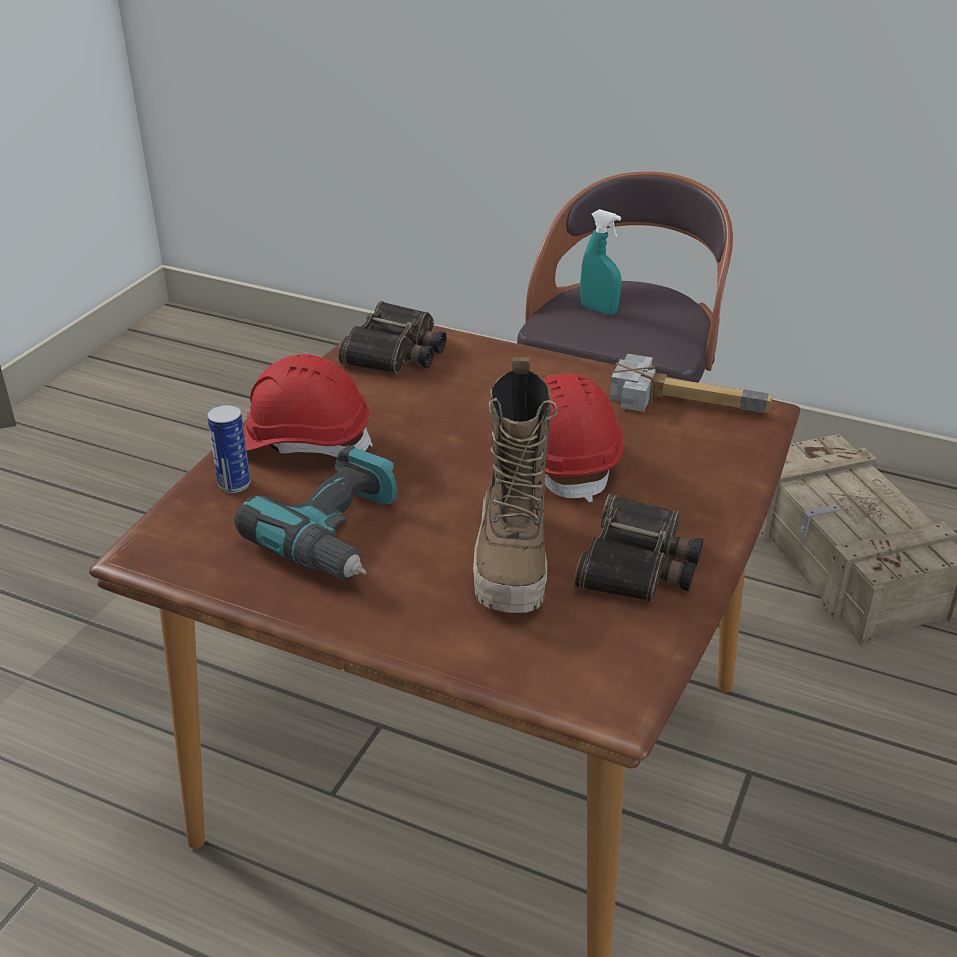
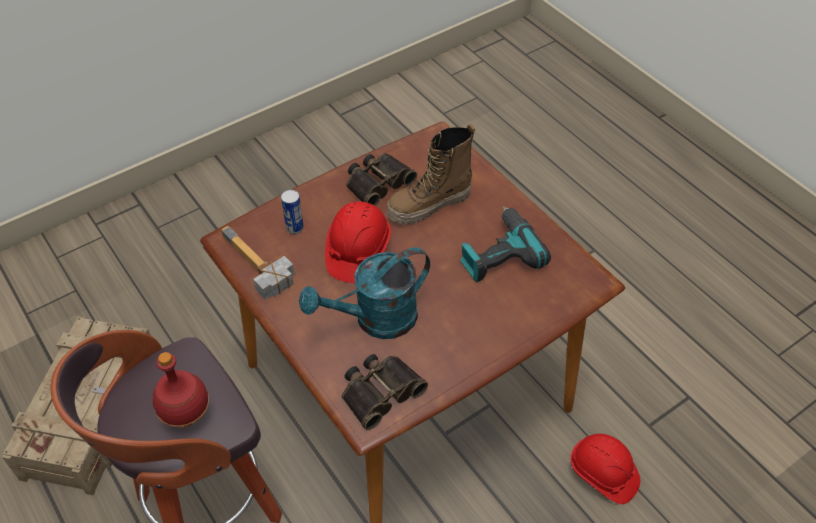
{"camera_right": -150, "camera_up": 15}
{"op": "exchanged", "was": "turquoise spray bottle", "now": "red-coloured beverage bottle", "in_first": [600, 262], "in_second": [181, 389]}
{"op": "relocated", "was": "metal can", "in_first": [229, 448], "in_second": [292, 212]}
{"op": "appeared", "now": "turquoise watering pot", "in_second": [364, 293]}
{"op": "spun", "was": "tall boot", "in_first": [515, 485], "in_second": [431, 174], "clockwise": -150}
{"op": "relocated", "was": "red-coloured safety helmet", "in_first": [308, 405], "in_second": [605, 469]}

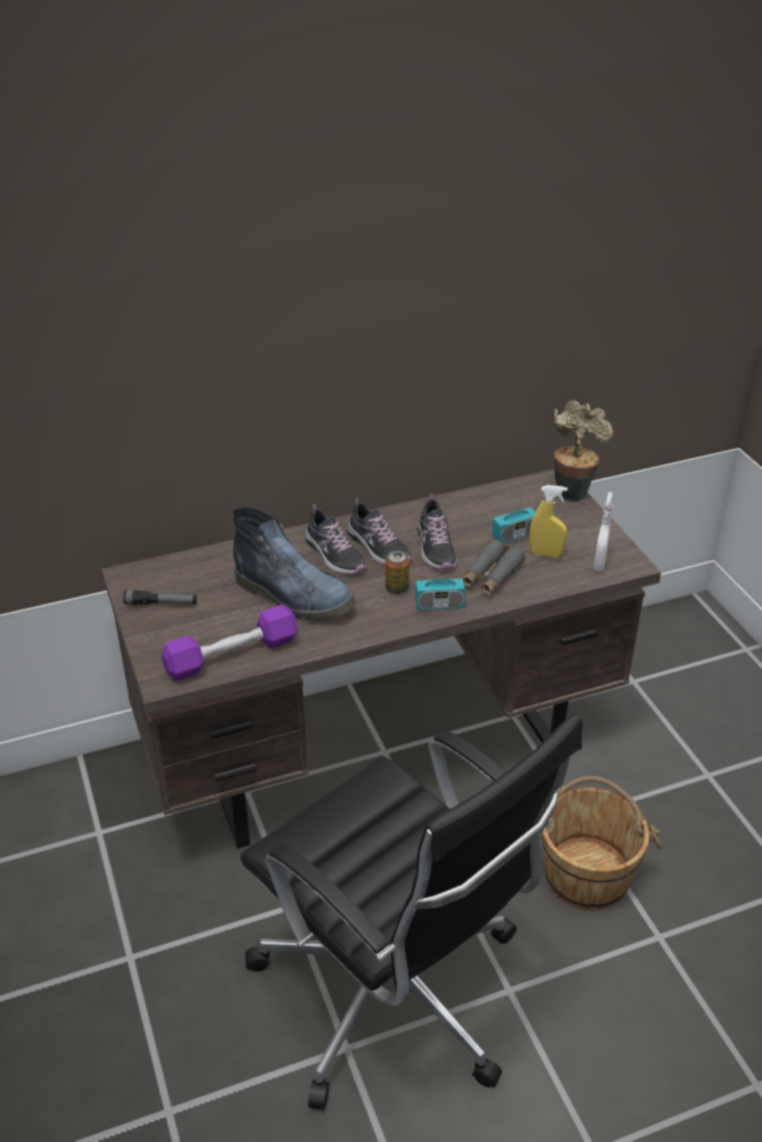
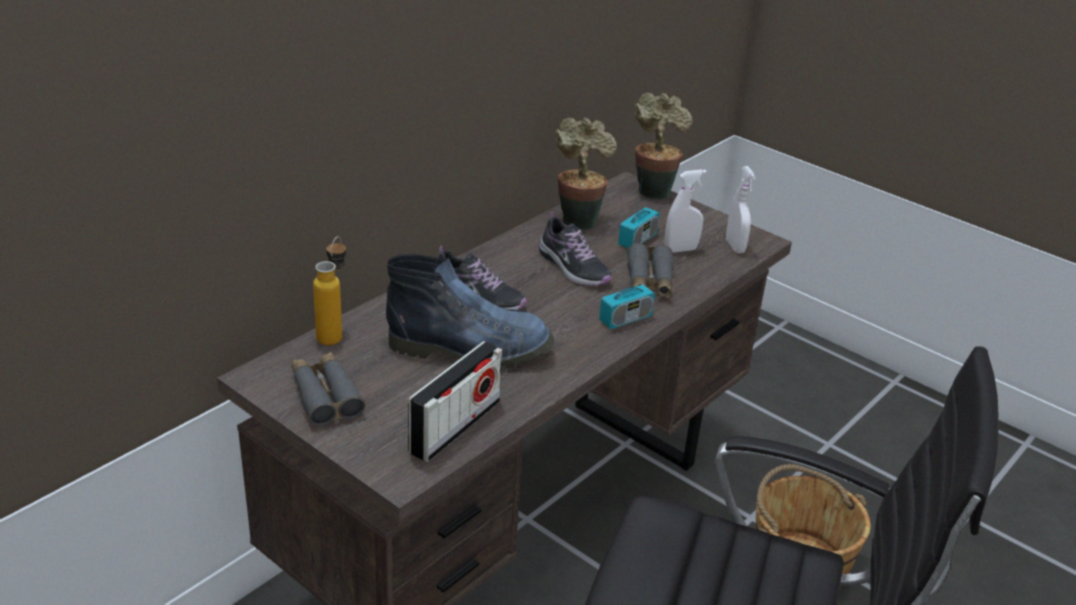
{"camera_right": -30, "camera_up": -5}
{"op": "exchanged", "was": "hand torch", "now": "grey binoculars", "in_first": [160, 597], "in_second": [328, 389]}
{"op": "appeared", "now": "beverage bottle", "in_second": [329, 291]}
{"op": "exchanged", "was": "purple-coloured dumbbell", "now": "radio", "in_first": [230, 643], "in_second": [455, 401]}
{"op": "appeared", "now": "potted plant", "in_second": [586, 174]}
{"op": "colour", "was": "yellowish spray bottle", "now": "white-coloured spray bottle", "in_first": [548, 521], "in_second": [685, 211]}
{"op": "missing", "was": "shoe", "in_first": [380, 531]}
{"op": "missing", "was": "metal can", "in_first": [397, 572]}

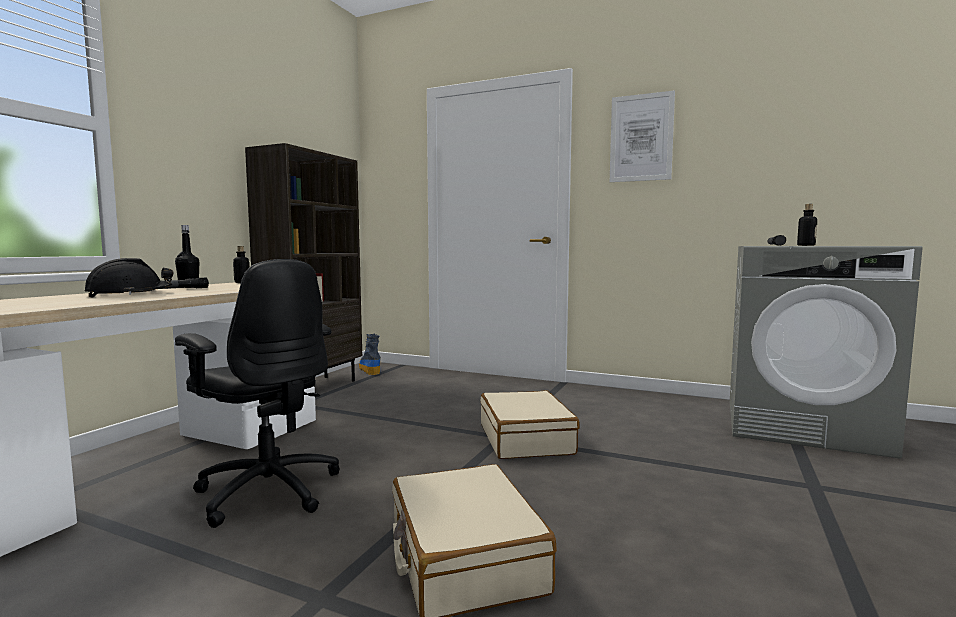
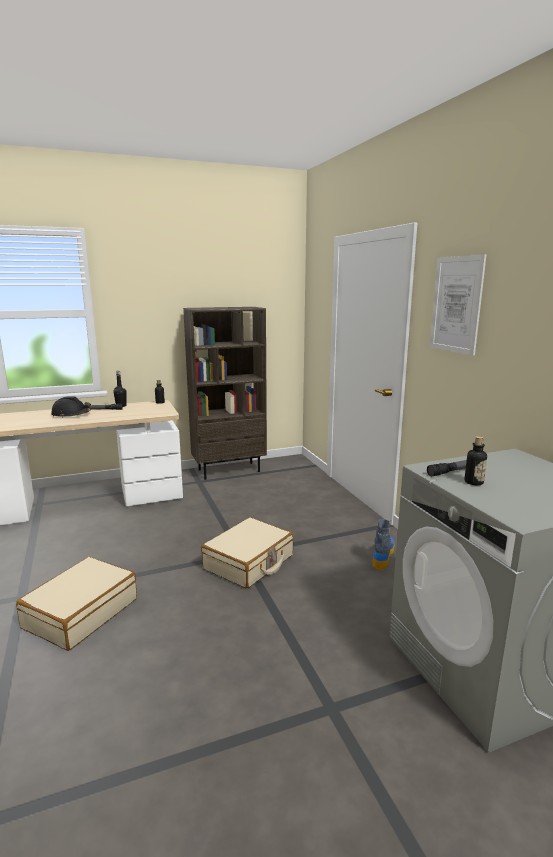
{"camera_right": 45, "camera_up": 10}
{"op": "relocated", "was": "tall boot", "in_first": [370, 354], "in_second": [383, 544]}
{"op": "missing", "was": "black desk chair", "in_first": [257, 393]}

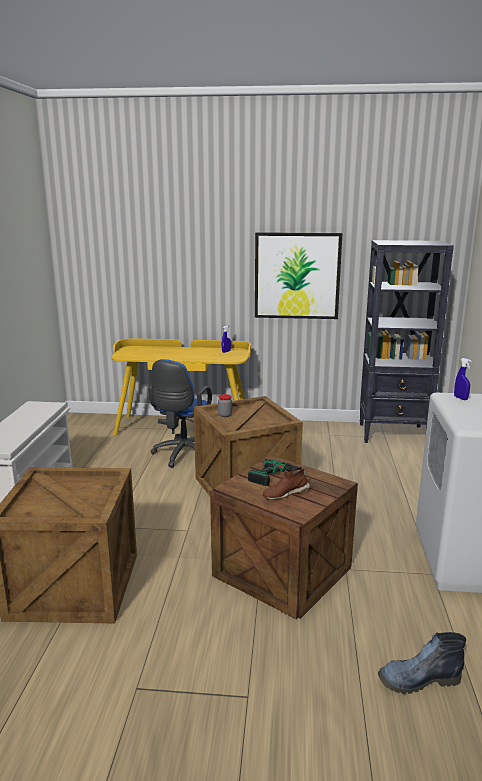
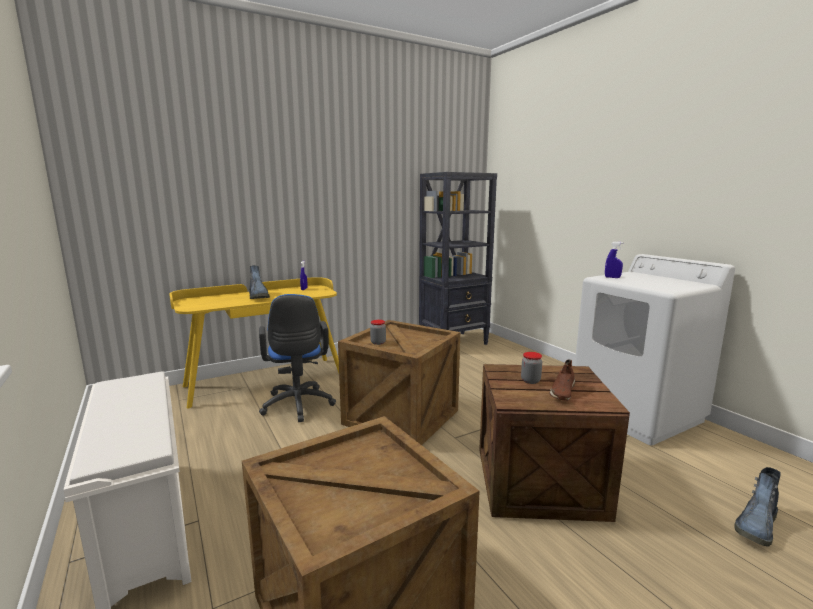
{"camera_right": -35, "camera_up": -5}
{"op": "appeared", "now": "tall boot", "in_second": [259, 282]}
{"op": "exchanged", "was": "power drill", "now": "jar", "in_first": [278, 472], "in_second": [531, 368]}
{"op": "missing", "was": "wall picture", "in_first": [299, 275]}

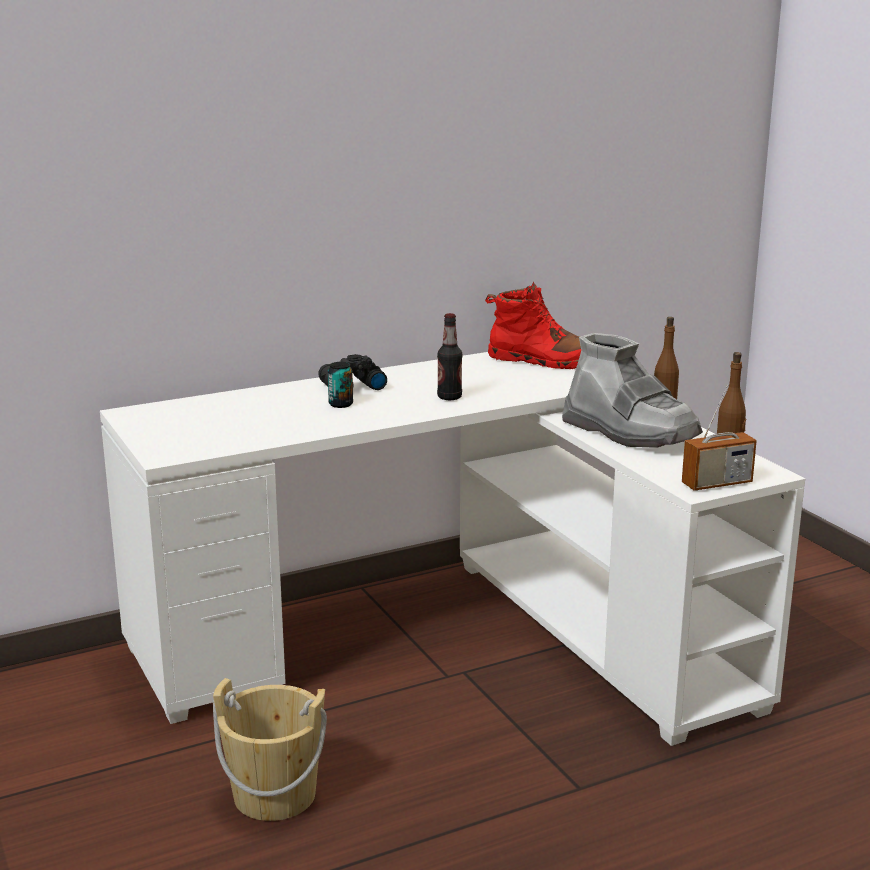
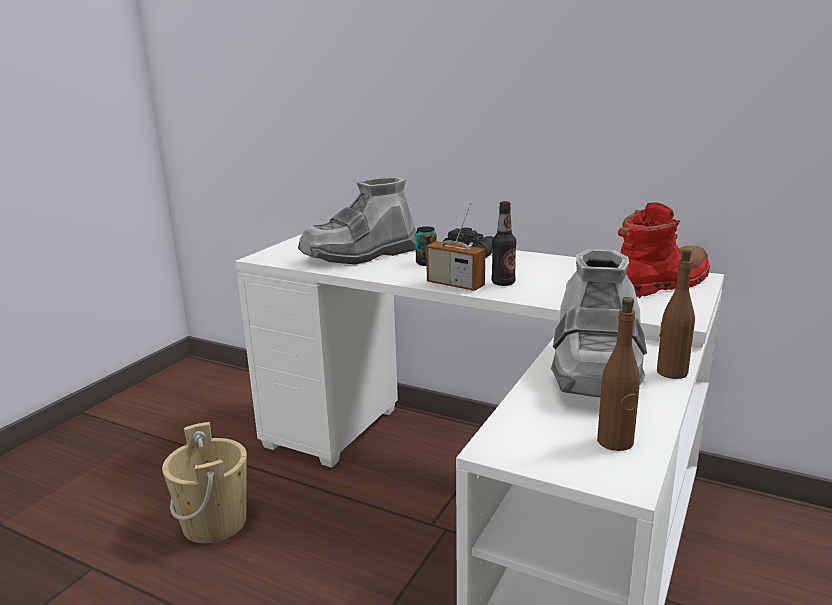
{"camera_right": 55, "camera_up": 0}
{"op": "appeared", "now": "grey tall boot", "in_second": [357, 220]}
{"op": "relocated", "was": "radio", "in_first": [719, 438], "in_second": [455, 247]}
{"op": "spun", "was": "red-coloured tall boot", "in_first": [533, 325], "in_second": [664, 250], "clockwise": -105}

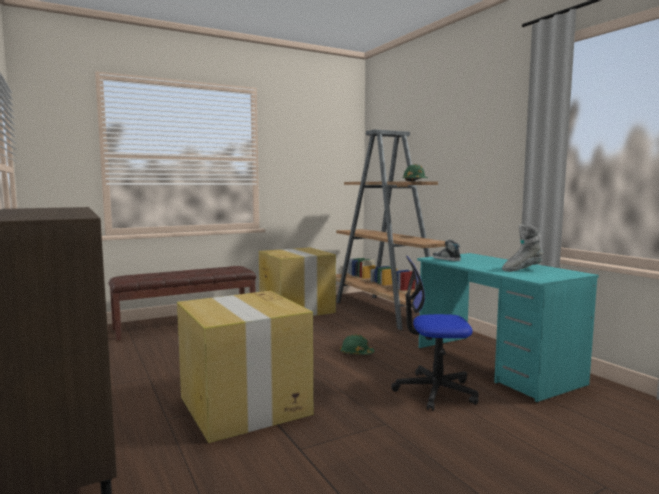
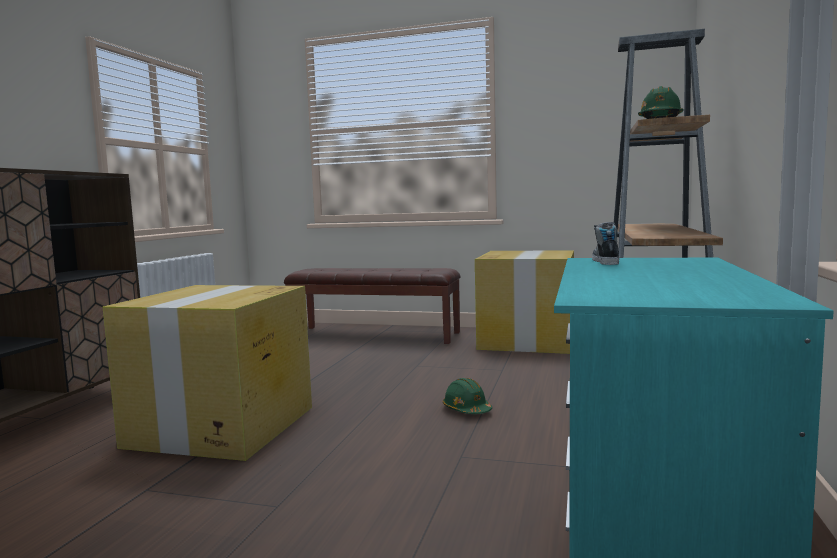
{"camera_right": 45, "camera_up": 0}
{"op": "missing", "was": "desk chair", "in_first": [435, 333]}
{"op": "missing", "was": "grey tall boot", "in_first": [523, 248]}

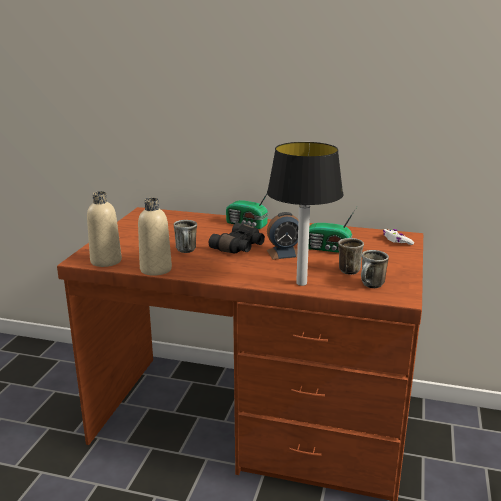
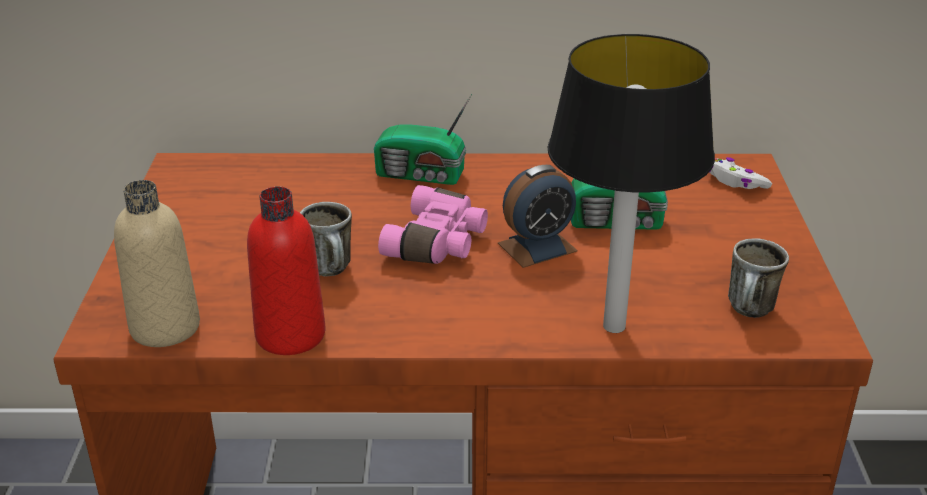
{"camera_right": -15, "camera_up": 10}
{"op": "colour", "was": "beige beverage bottle", "now": "red-coloured beverage bottle", "in_first": [155, 237], "in_second": [286, 270]}
{"op": "colour", "was": "black binoculars", "now": "pink-coloured binoculars", "in_first": [237, 238], "in_second": [433, 224]}
{"op": "missing", "was": "mug", "in_first": [351, 256]}

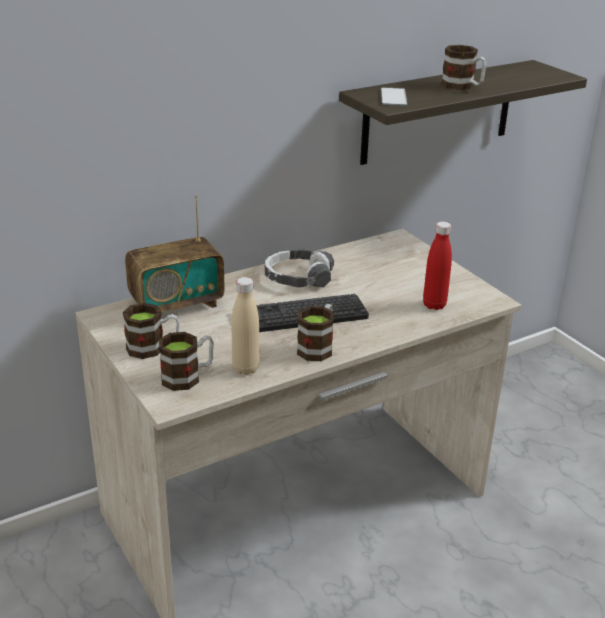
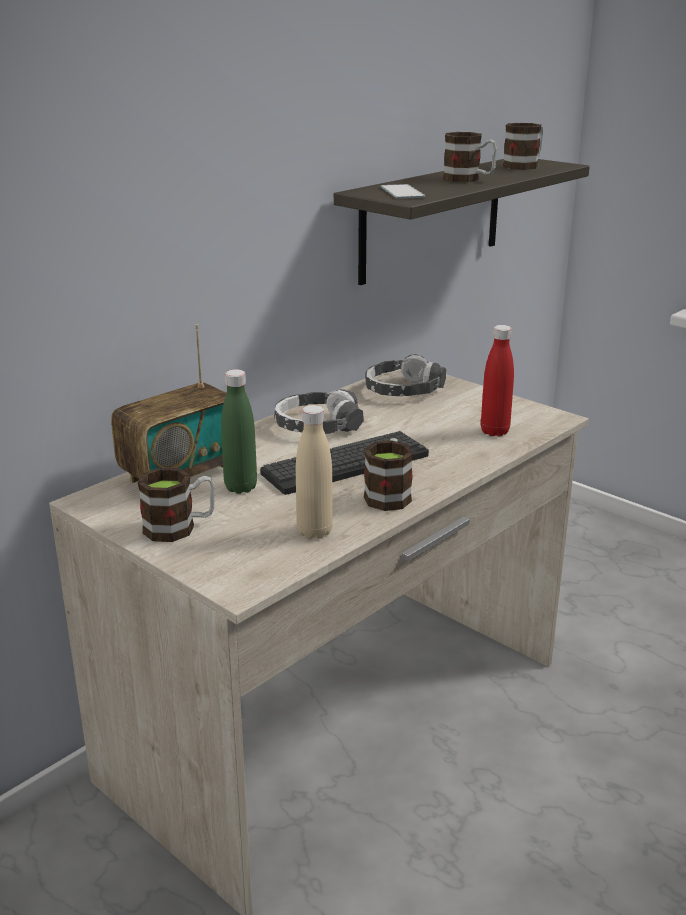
{"camera_right": -15, "camera_up": -5}
{"op": "appeared", "now": "green beverage bottle", "in_second": [239, 431]}
{"op": "appeared", "now": "pair of headphones", "in_second": [405, 375]}
{"op": "relocated", "was": "mug", "in_first": [186, 361], "in_second": [523, 146]}

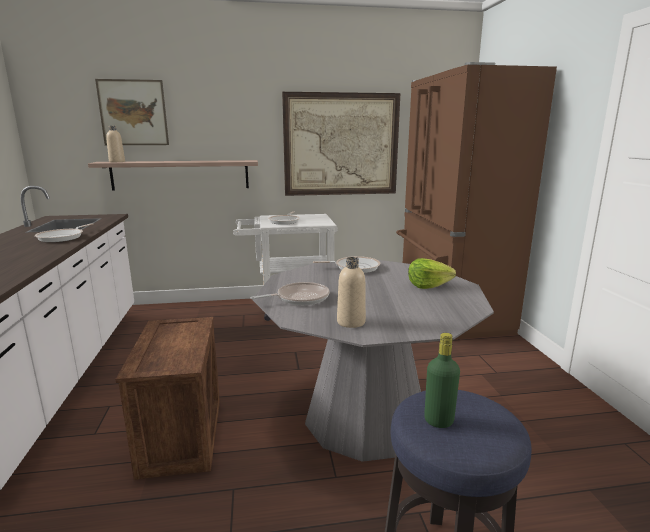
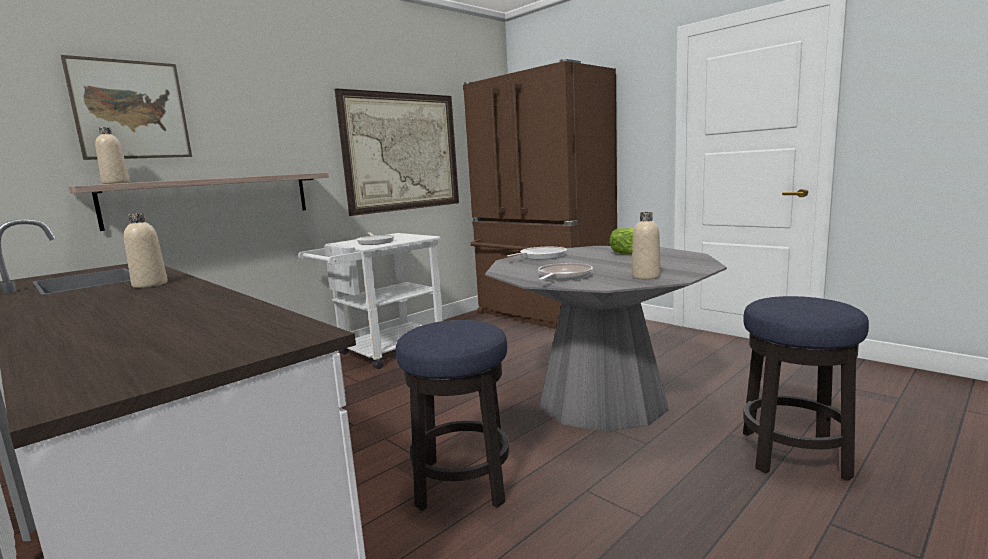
{"camera_right": -35, "camera_up": -5}
{"op": "exchanged", "was": "pan", "now": "beige beverage bottle", "in_first": [64, 232], "in_second": [146, 250]}
{"op": "exchanged", "was": "crate", "now": "stool", "in_first": [167, 398], "in_second": [452, 415]}
{"op": "missing", "was": "green beverage bottle", "in_first": [442, 380]}

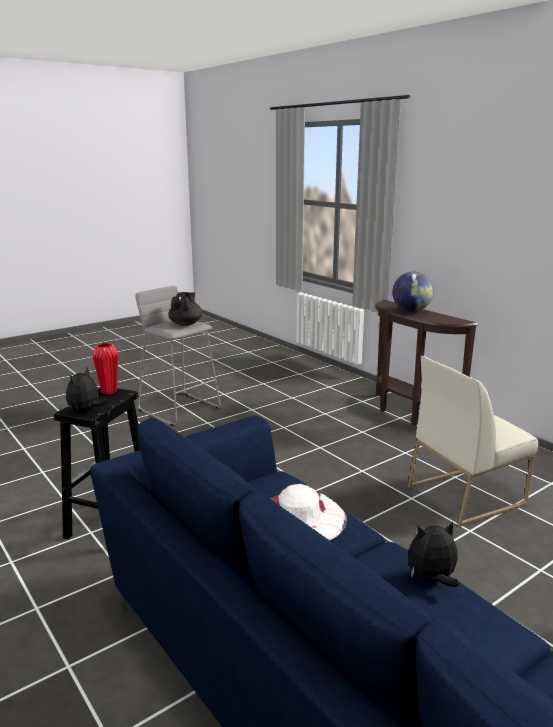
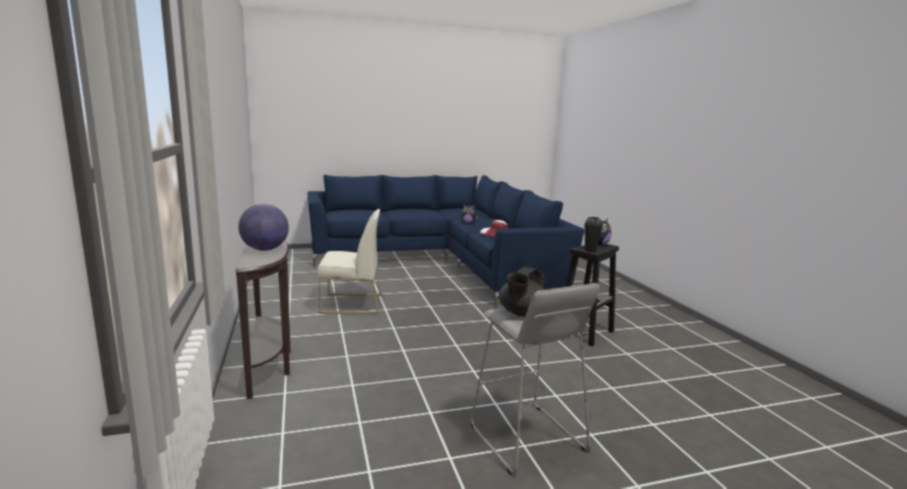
{"camera_right": -160, "camera_up": -5}
{"op": "colour", "was": "red-coloured decorative vase", "now": "black decorative vase", "in_first": [105, 368], "in_second": [593, 234]}

